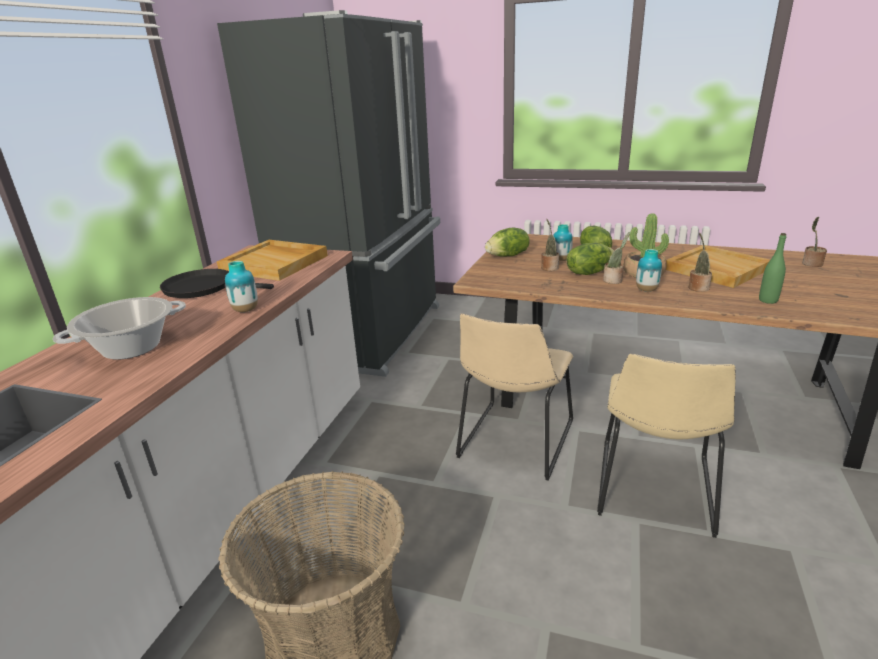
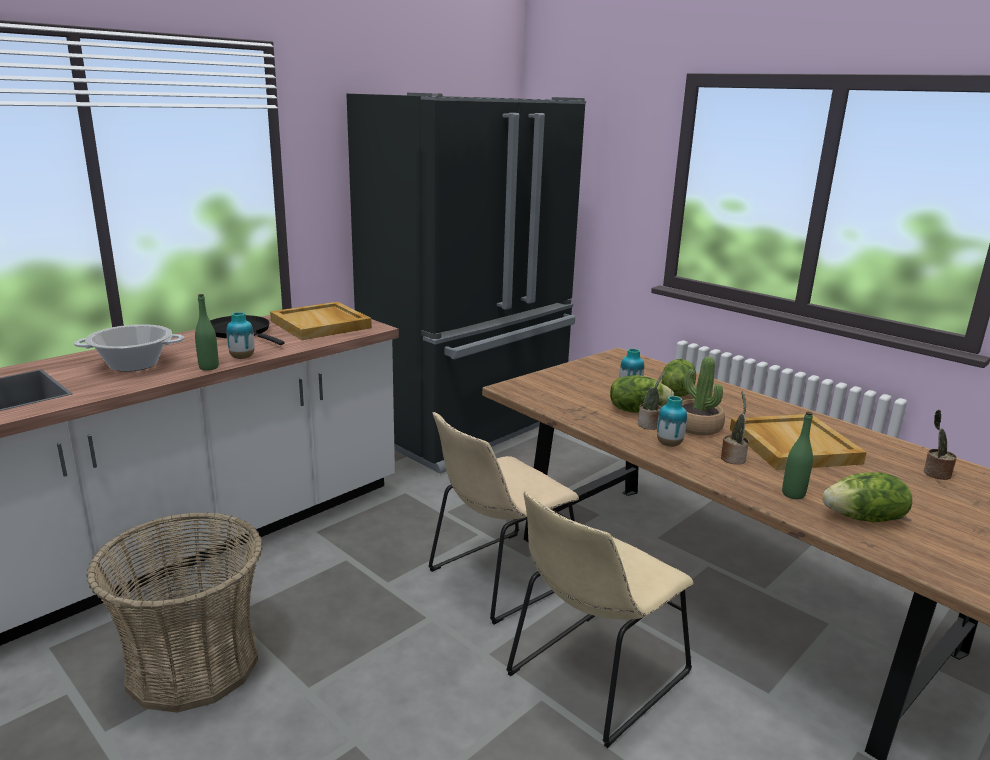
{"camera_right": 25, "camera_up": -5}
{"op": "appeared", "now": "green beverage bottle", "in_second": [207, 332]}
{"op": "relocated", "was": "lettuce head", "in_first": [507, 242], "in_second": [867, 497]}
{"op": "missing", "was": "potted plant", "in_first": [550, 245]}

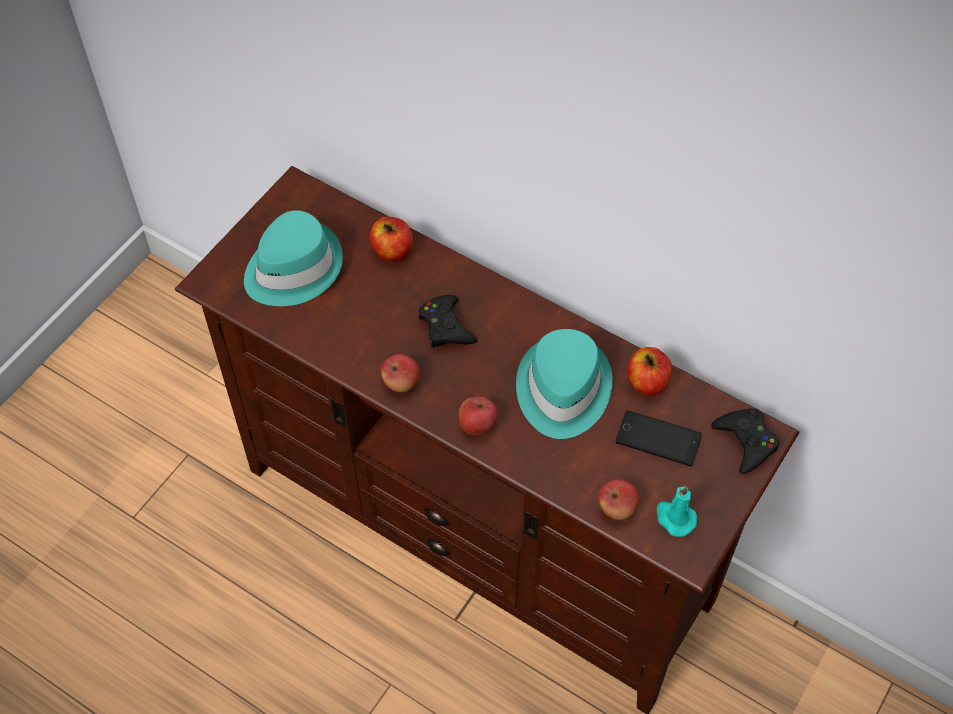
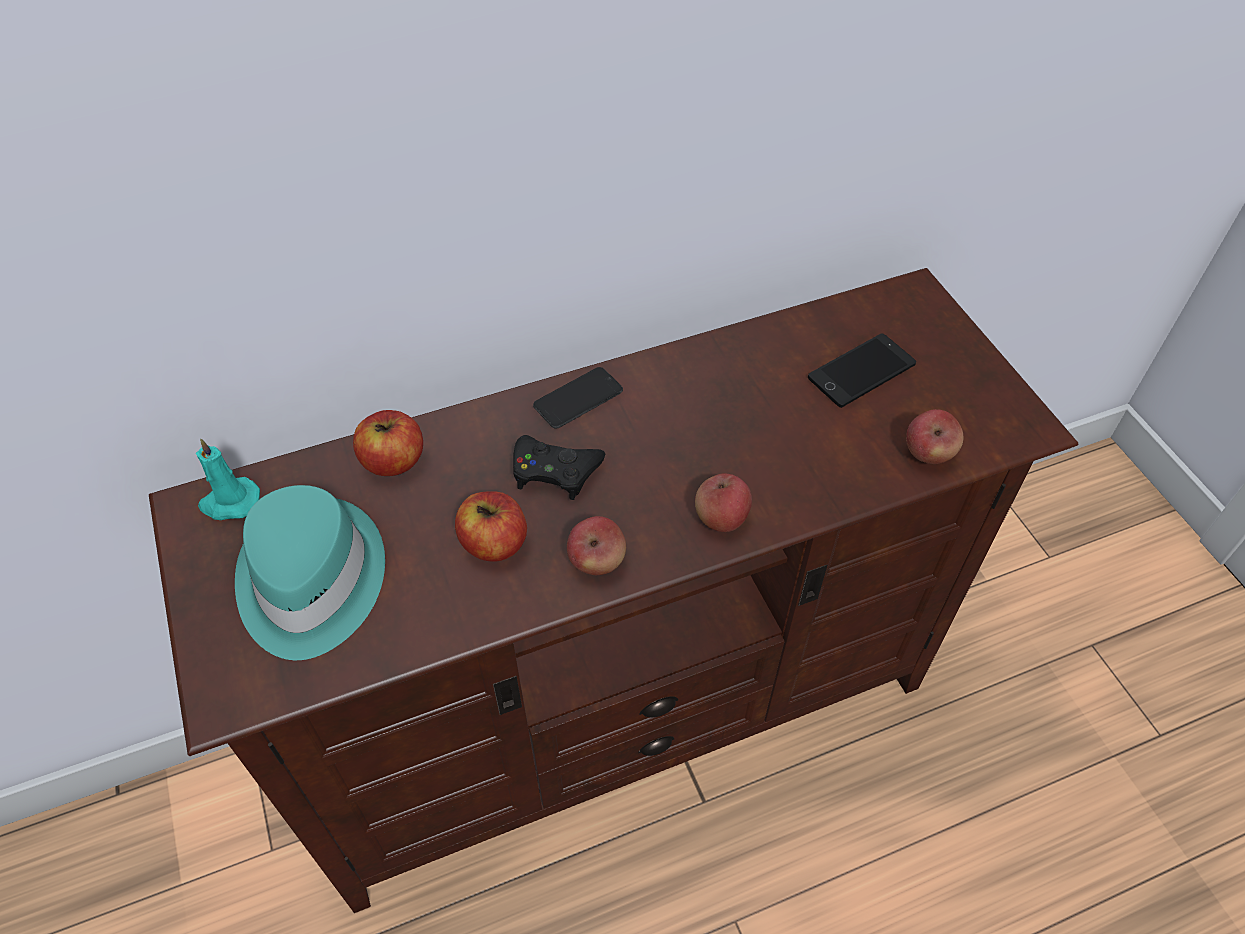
{"camera_right": -55, "camera_up": -5}
{"op": "relocated", "was": "turquoise candle", "in_first": [677, 511], "in_second": [228, 479]}
{"op": "relocated", "was": "apple", "in_first": [650, 371], "in_second": [491, 527]}
{"op": "appeared", "now": "phone", "in_second": [578, 398]}
{"op": "missing", "was": "turquoise hat", "in_first": [564, 384]}
{"op": "missing", "was": "black game controller", "in_first": [745, 441]}

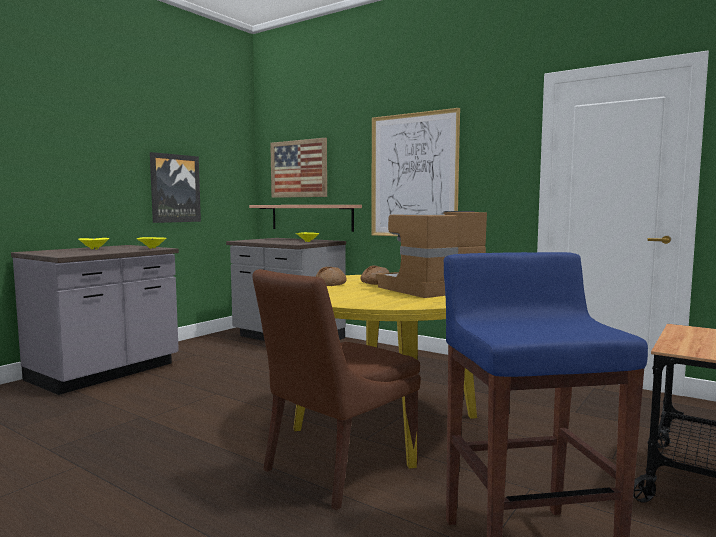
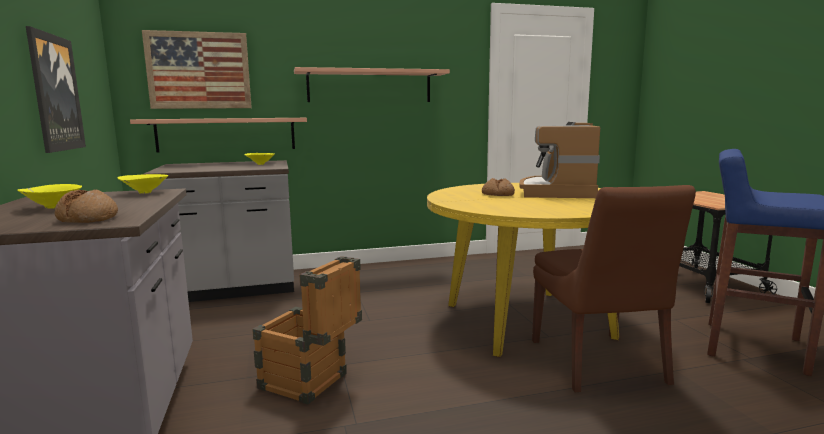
{"camera_right": -50, "camera_up": 5}
{"op": "relocated", "was": "bread", "in_first": [331, 276], "in_second": [86, 206]}
{"op": "appeared", "now": "crate", "in_second": [307, 330]}
{"op": "exchanged", "was": "wall picture", "now": "bracket shelf", "in_first": [415, 172], "in_second": [372, 84]}

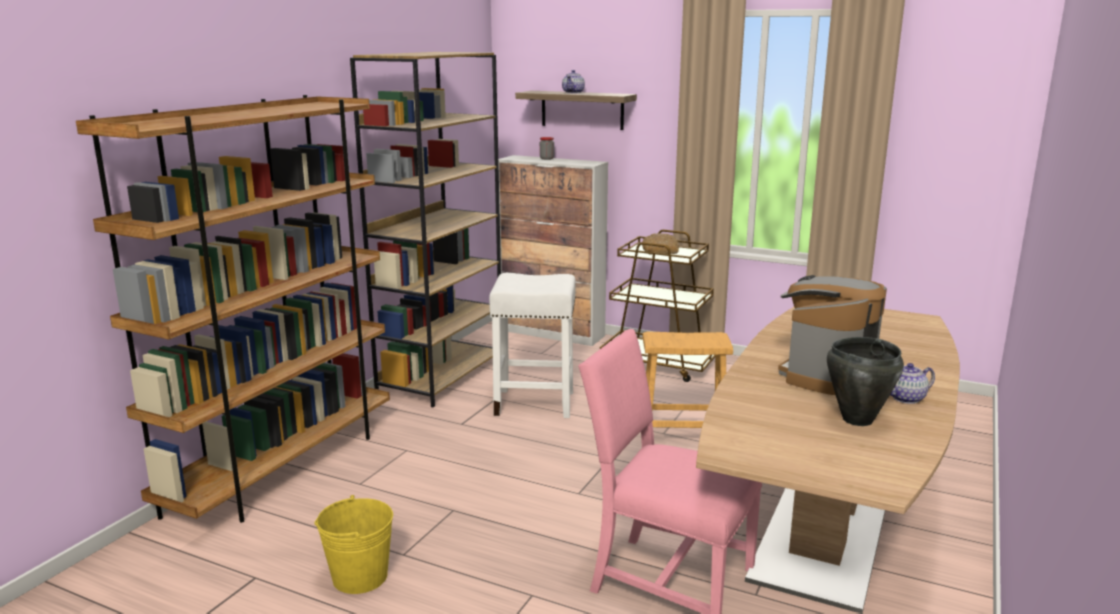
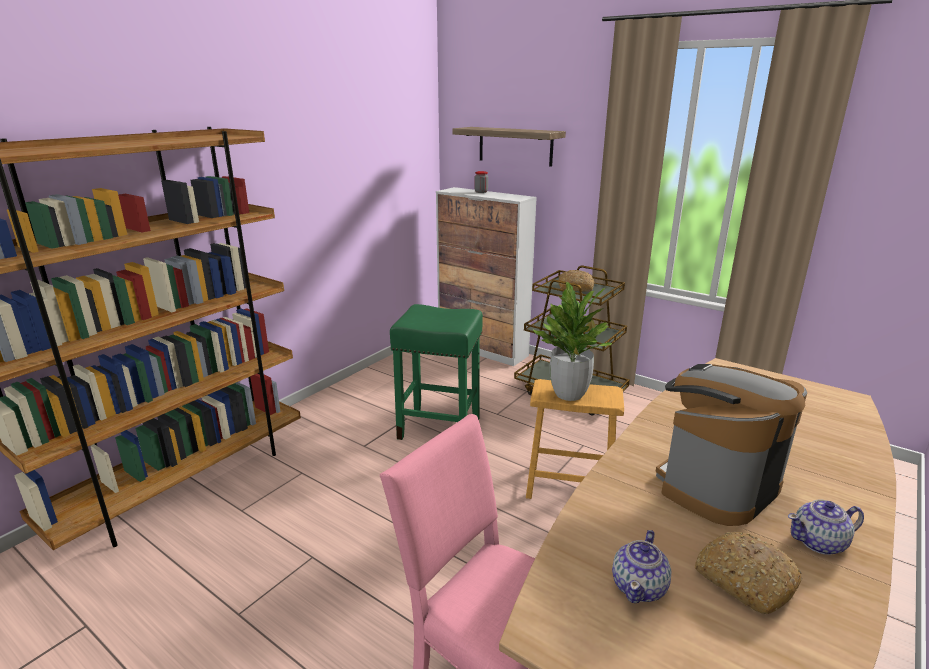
{"camera_right": 10, "camera_up": 5}
{"op": "colour", "was": "white-coloured stool", "now": "green stool", "in_first": [532, 345], "in_second": [436, 372]}
{"op": "appeared", "now": "potted plant", "in_second": [572, 341]}
{"op": "relocated", "was": "tea pot", "in_first": [573, 81], "in_second": [642, 566]}
{"op": "exchanged", "was": "black saucepot", "now": "bread", "in_first": [865, 381], "in_second": [748, 572]}
{"op": "missing", "was": "yellowish bucket", "in_first": [353, 544]}
{"op": "missing", "was": "brown bookcase", "in_first": [425, 229]}

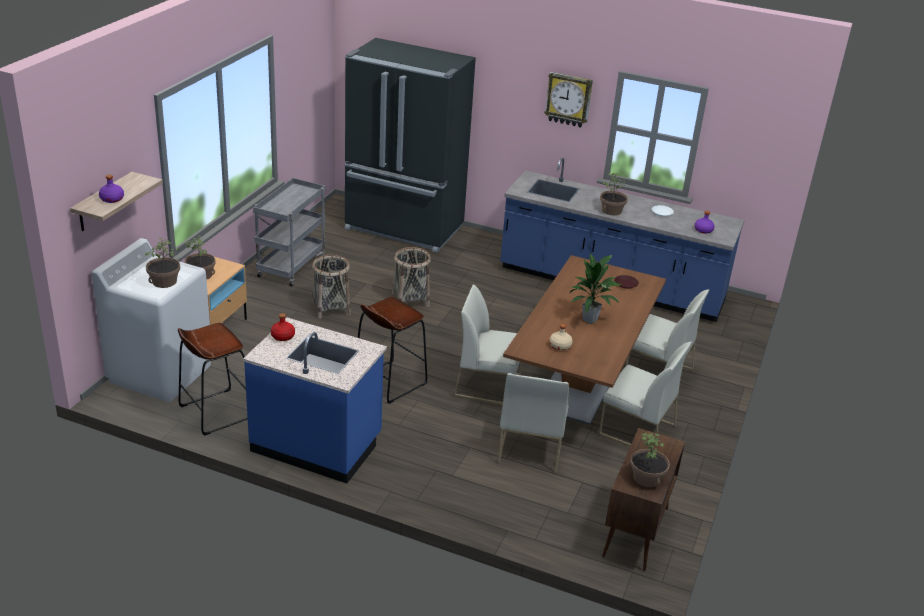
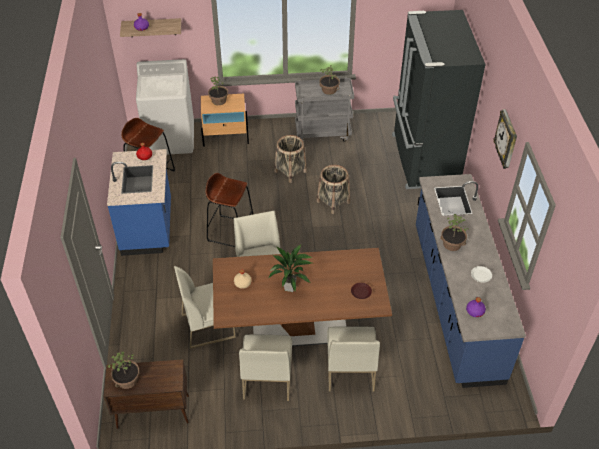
{"camera_right": 65, "camera_up": 15}
{"op": "relocated", "was": "potted plant", "in_first": [162, 263], "in_second": [329, 80]}

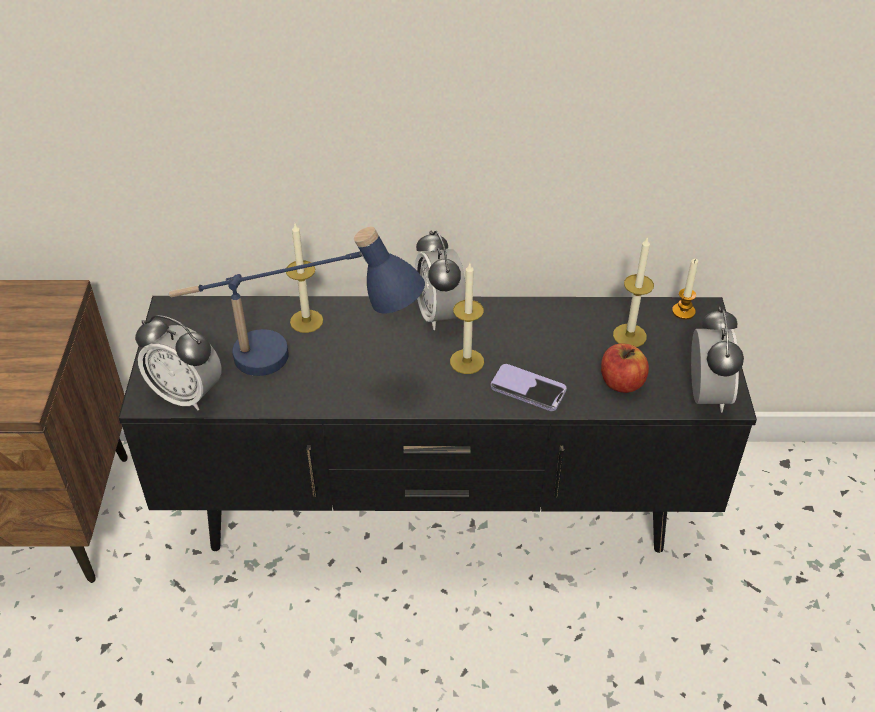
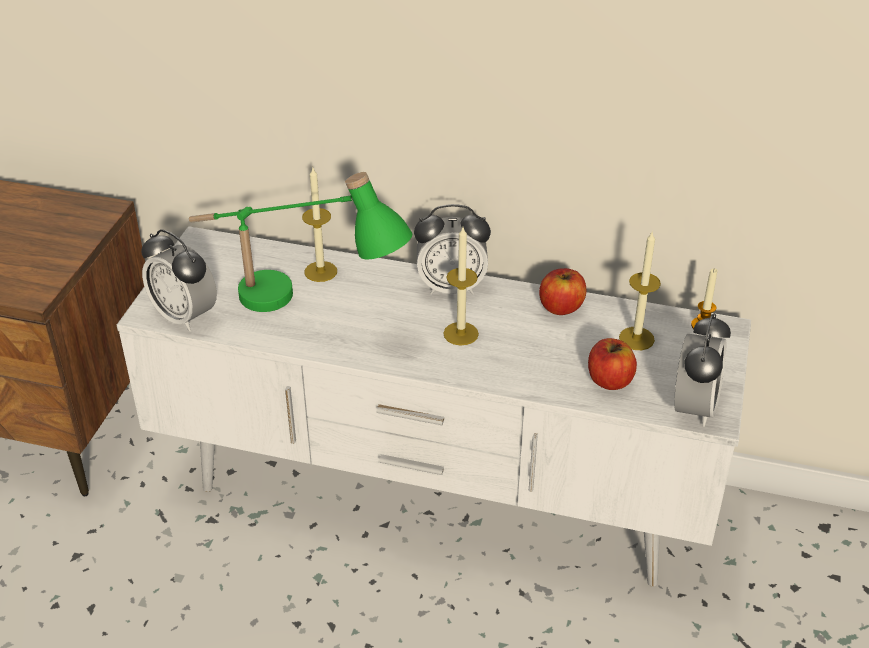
{"camera_right": 15, "camera_up": -5}
{"op": "colour", "was": "black tv unit", "now": "white-coloured tv unit", "in_first": [437, 424], "in_second": [434, 406]}
{"op": "colour", "was": "blue-coloured lamp for a table", "now": "green lamp for a table", "in_first": [297, 301], "in_second": [300, 242]}
{"op": "spun", "was": "bedside clock", "in_first": [440, 280], "in_second": [452, 249], "clockwise": -90}
{"op": "appeared", "now": "apple", "in_second": [563, 291]}
{"op": "missing", "was": "phone", "in_first": [529, 387]}

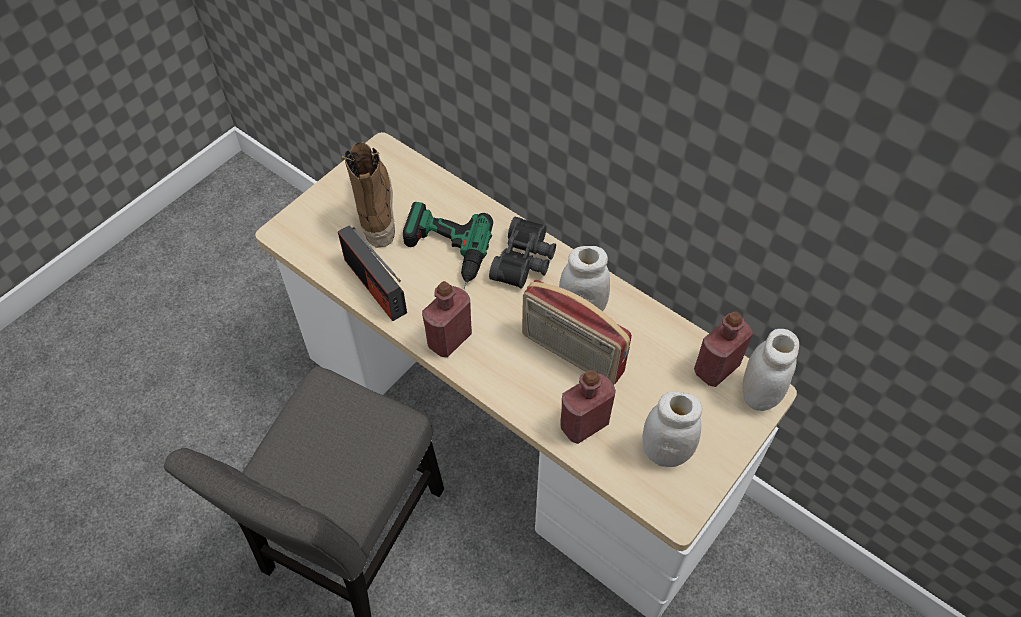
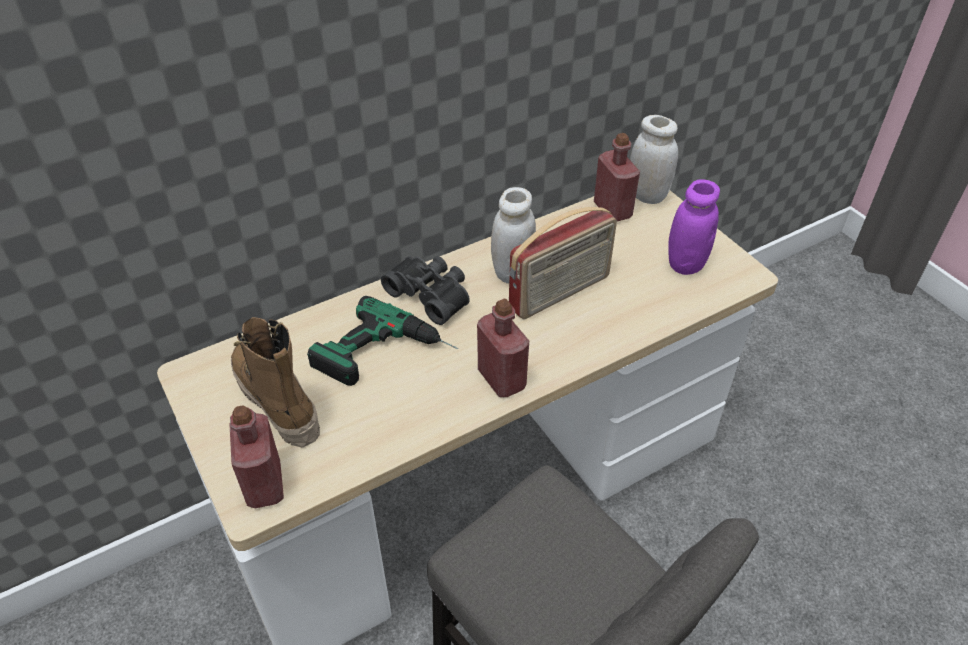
{"camera_right": -70, "camera_up": -10}
{"op": "relocated", "was": "red-coloured beverage bottle", "in_first": [588, 407], "in_second": [256, 456]}
{"op": "spun", "was": "tall boot", "in_first": [368, 195], "in_second": [275, 382], "clockwise": 45}
{"op": "colour", "was": "white-coloured jar", "now": "purple-coloured jar", "in_first": [672, 429], "in_second": [694, 227]}
{"op": "missing", "was": "radio", "in_first": [372, 273]}

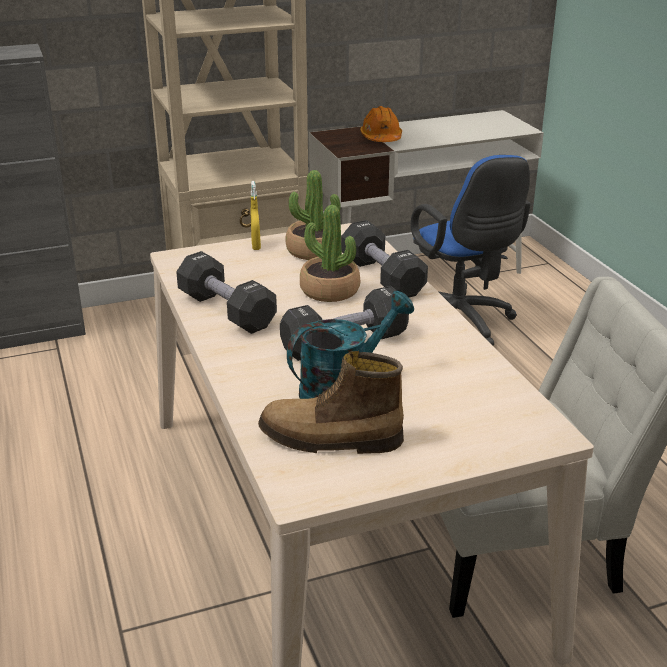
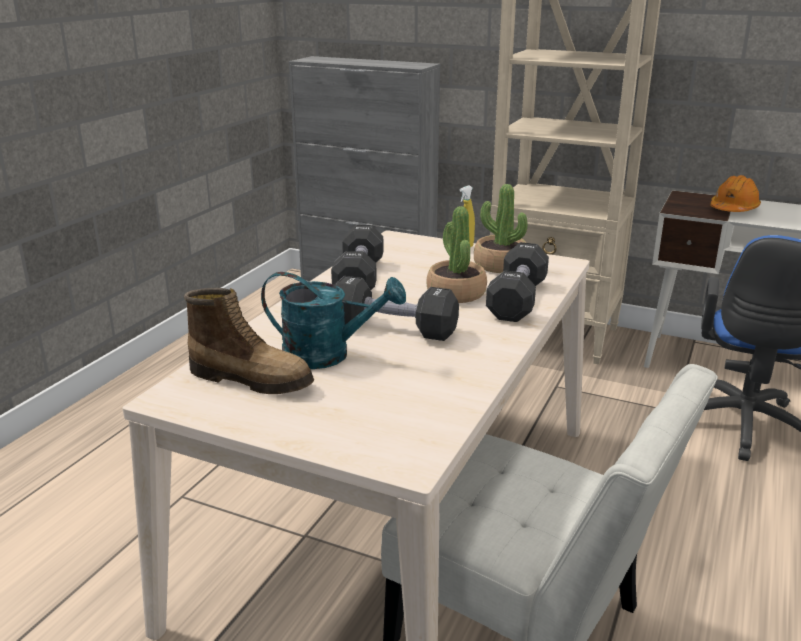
{"camera_right": 45, "camera_up": -5}
{"op": "spun", "was": "tall boot", "in_first": [331, 402], "in_second": [249, 341], "clockwise": 150}

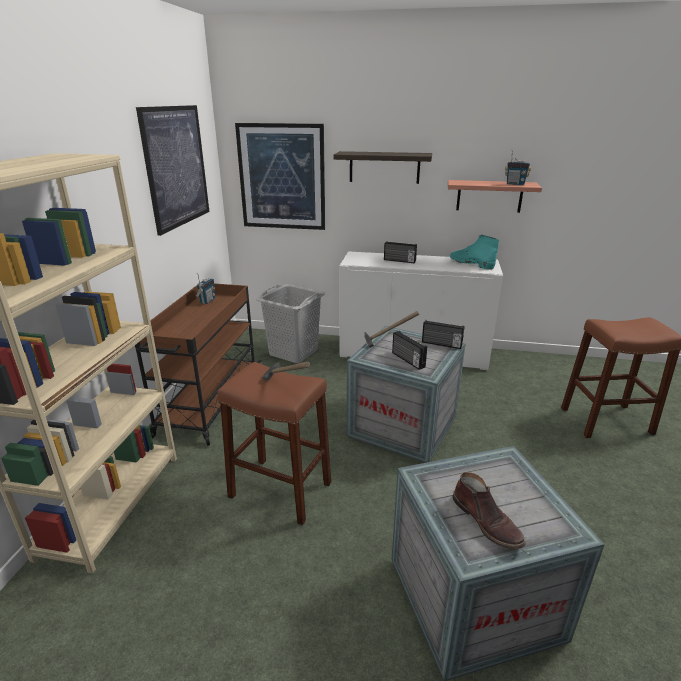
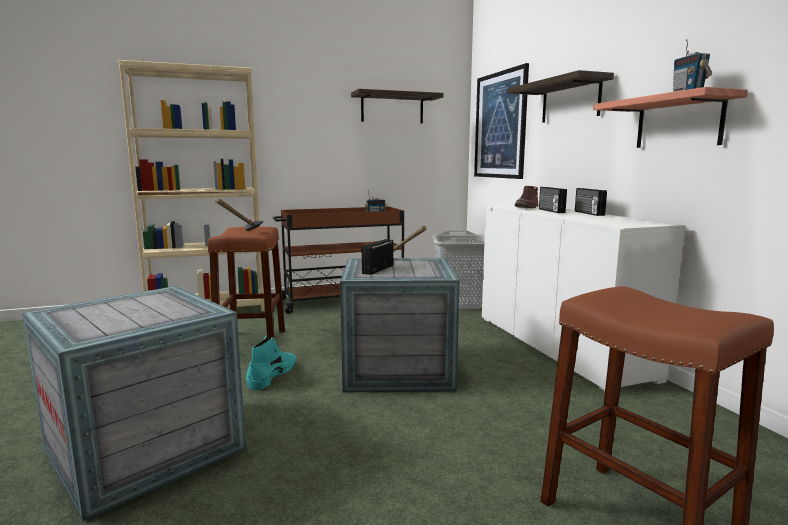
{"camera_right": 60, "camera_up": -15}
{"op": "relocated", "was": "turquoise tall boot", "in_first": [474, 252], "in_second": [271, 363]}
{"op": "exchanged", "was": "wall picture", "now": "bracket shelf", "in_first": [172, 170], "in_second": [397, 106]}
{"op": "relocated", "was": "brown tall boot", "in_first": [489, 510], "in_second": [526, 197]}
{"op": "relocated", "was": "radio", "in_first": [443, 334], "in_second": [591, 202]}

